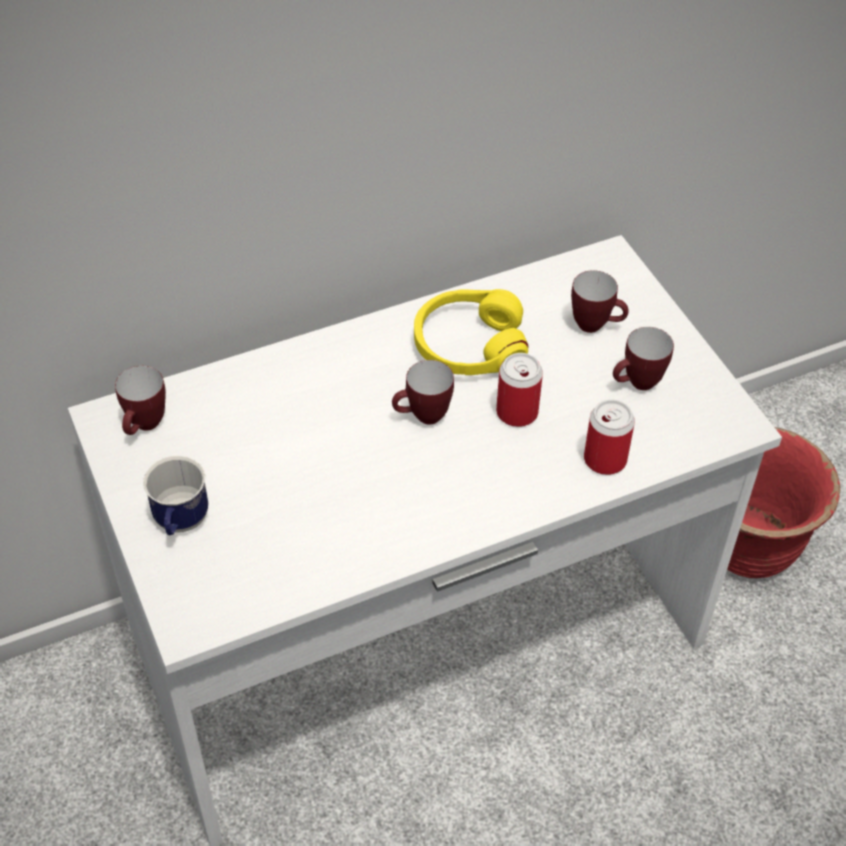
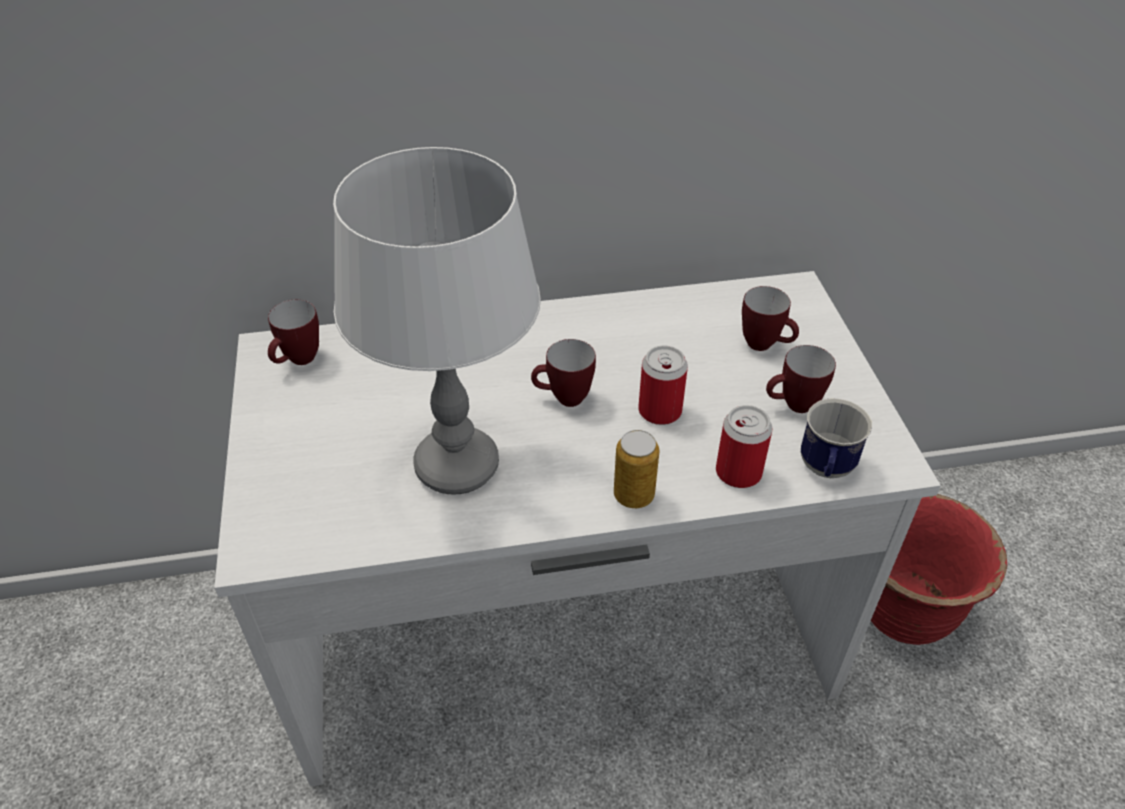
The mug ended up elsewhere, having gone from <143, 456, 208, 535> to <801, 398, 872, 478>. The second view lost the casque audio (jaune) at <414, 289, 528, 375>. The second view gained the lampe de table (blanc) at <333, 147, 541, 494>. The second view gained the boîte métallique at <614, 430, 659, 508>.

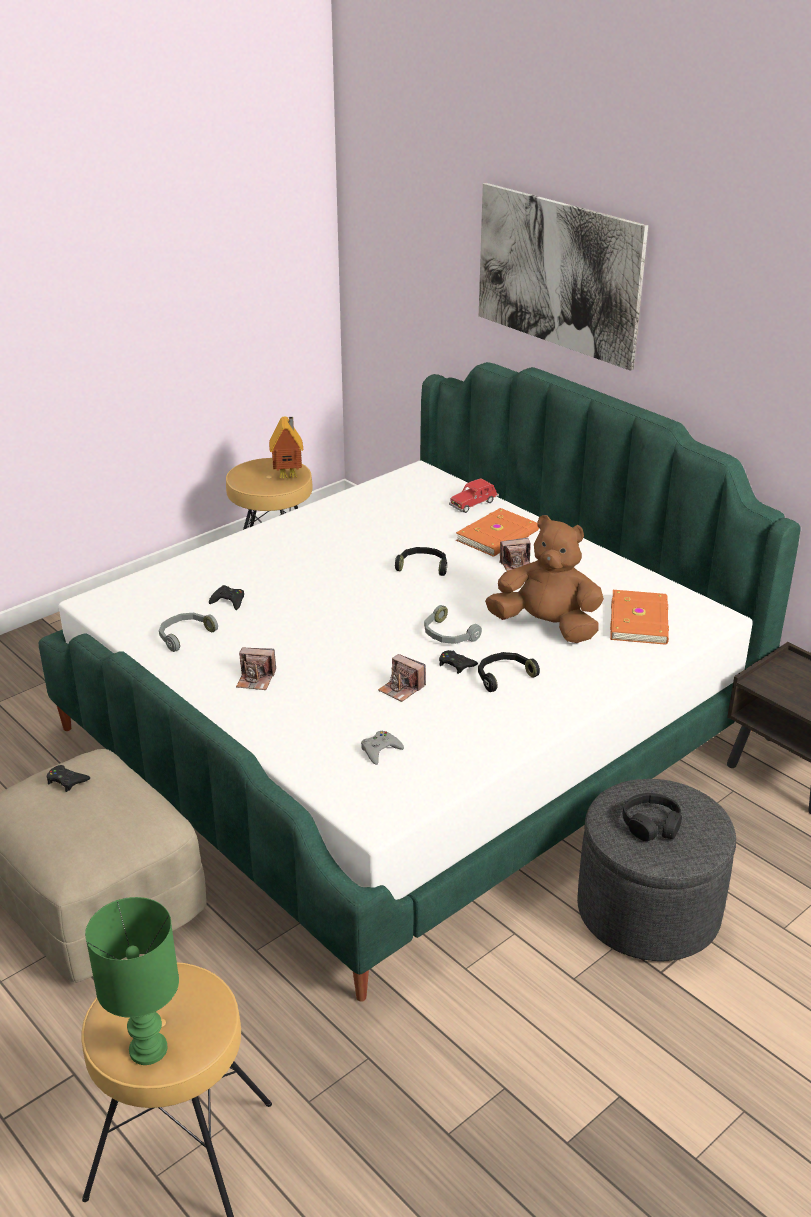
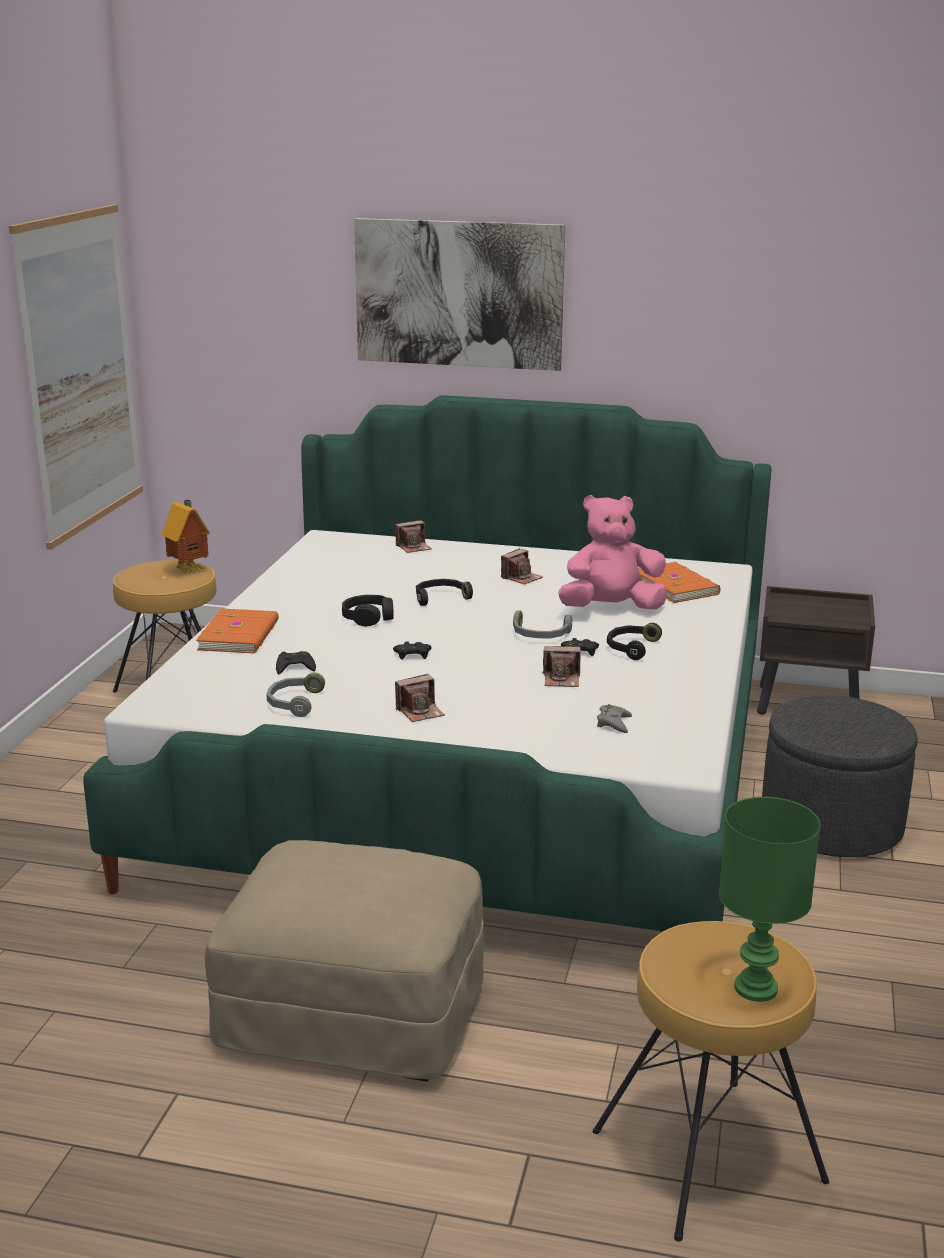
The manette (noir) ended up elsewhere, having gone from <46, 765, 90, 792> to <393, 641, 431, 660>. Where the petite voiture (rouge) stood at <449, 479, 499, 513>, the appareil photo came to stand at <395, 520, 432, 553>. The livre (orange) ended up elsewhere, having gone from <456, 508, 539, 557> to <196, 608, 279, 654>. What was the peluche (marron) at <485, 515, 604, 643> turned into the peluche (rose) at <558, 495, 668, 610>. The casque audio (noir) ended up elsewhere, having gone from <622, 793, 682, 841> to <342, 595, 394, 627>. The second view gained the tableau at <9, 205, 143, 550>.

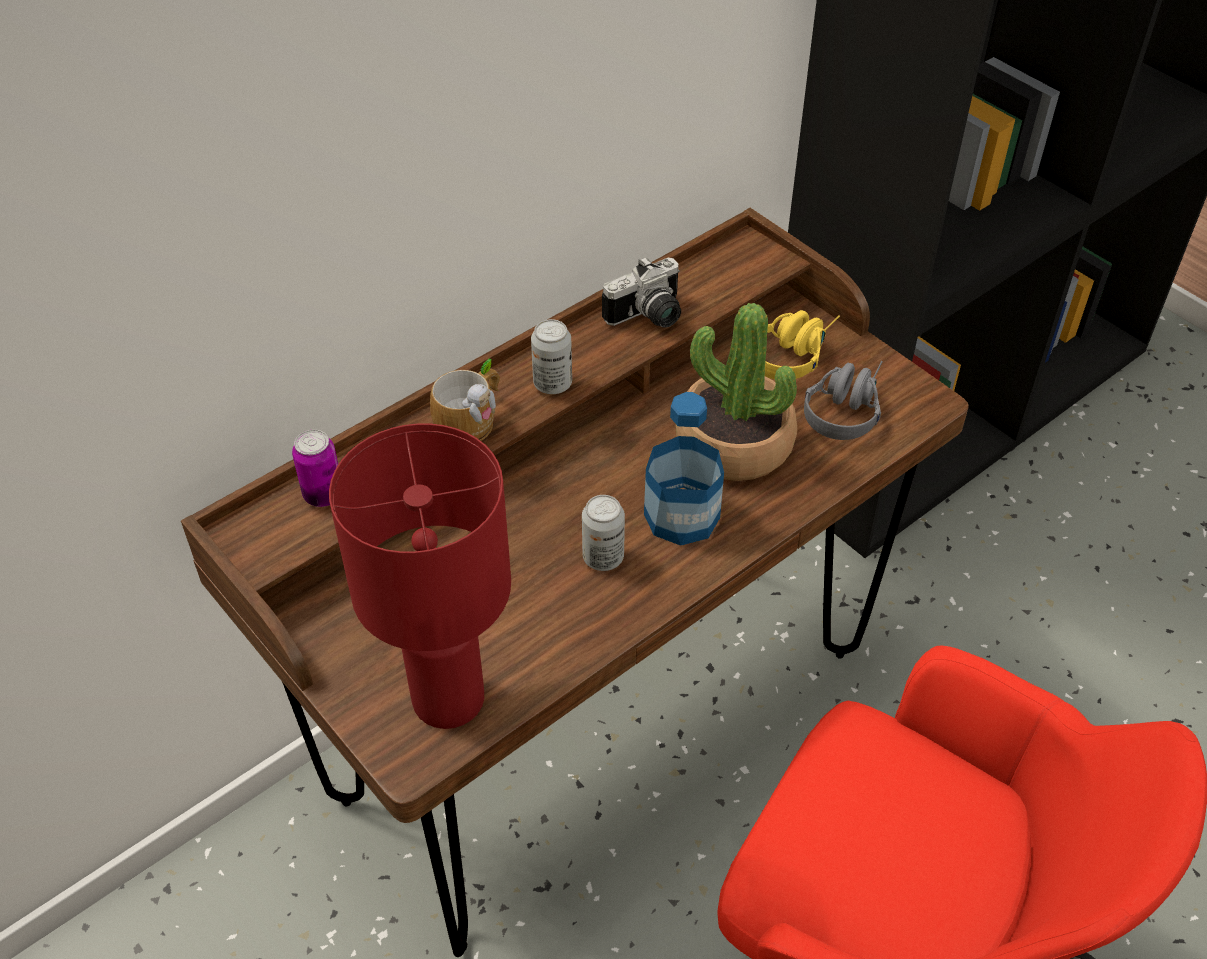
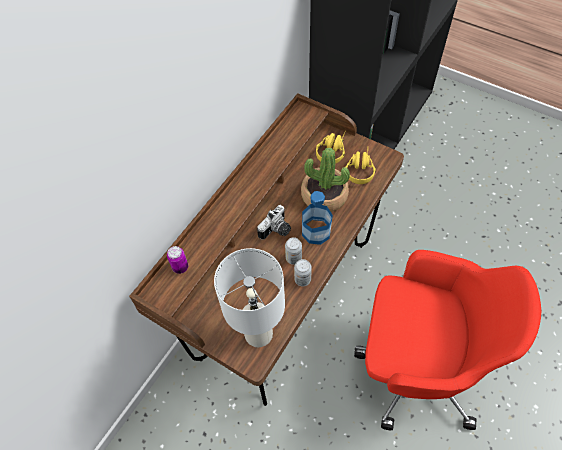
What was the lampe de table (rouge) at <329, 424, 511, 729> turned into the lampe de table (blanc) at <214, 248, 285, 347>. The second view lost the mug at <430, 359, 500, 441>. The boîte métallique ended up elsewhere, having gone from <531, 319, 572, 394> to <294, 259, 312, 286>. The appareil photo ended up elsewhere, having gone from <602, 257, 681, 328> to <257, 205, 291, 240>. What was the casque audio (gris) at <804, 361, 883, 440> turned into the casque audio (jaune) at <345, 150, 376, 184>.

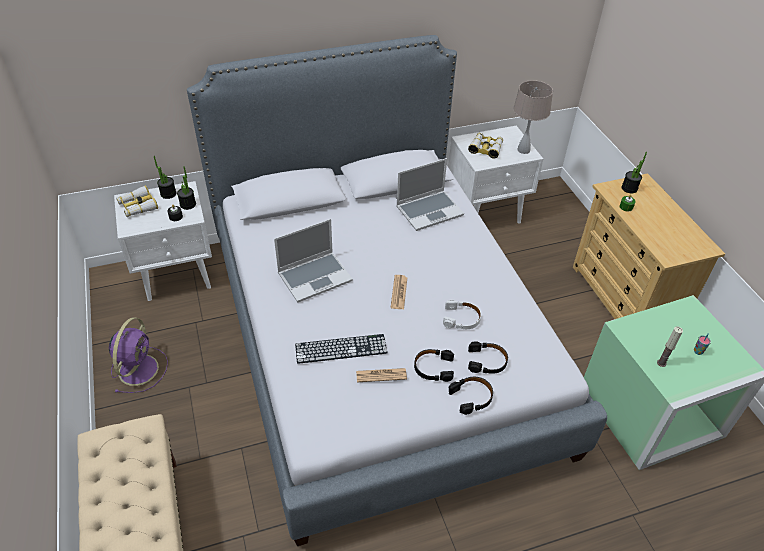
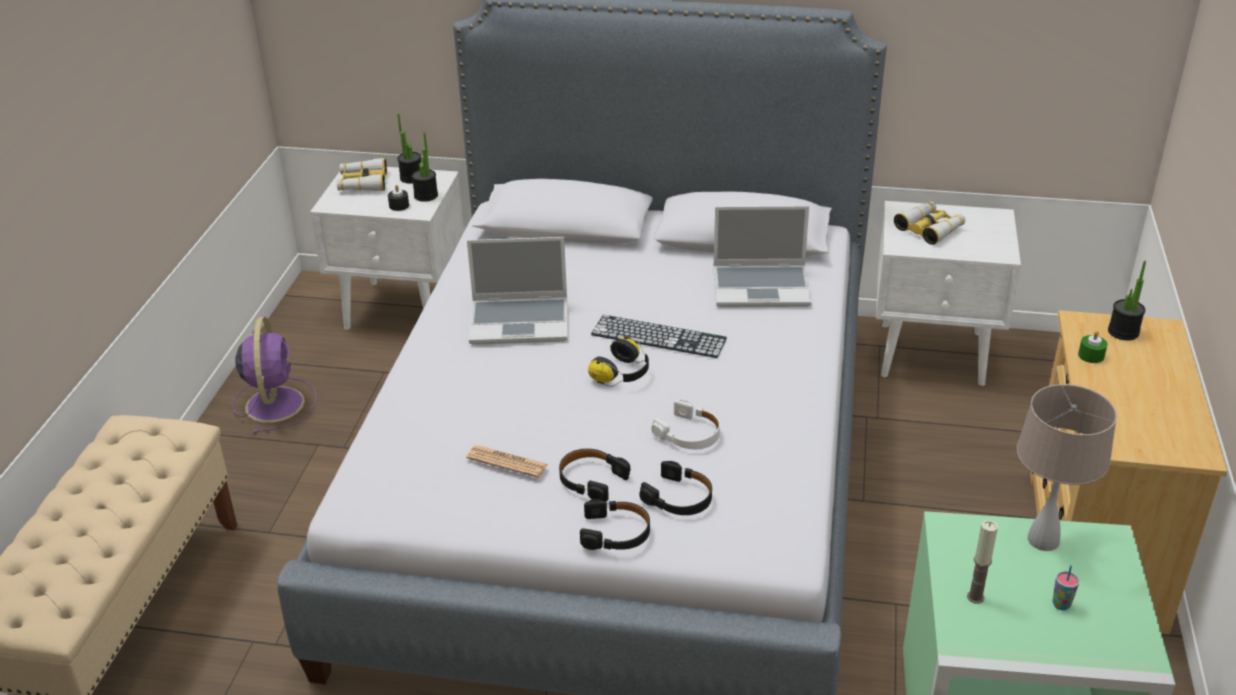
The ventilateur (violet) at <109, 317, 168, 393> ended up facing another way, 45 degrees counterclockwise from before. The clavier ended up elsewhere, having gone from <295, 334, 388, 364> to <591, 315, 727, 358>. Where the journal stood at <390, 275, 407, 309>, the casque audio came to stand at <588, 336, 649, 387>. The lampe de table (beige) ended up elsewhere, having gone from <513, 80, 553, 154> to <1017, 384, 1117, 551>.

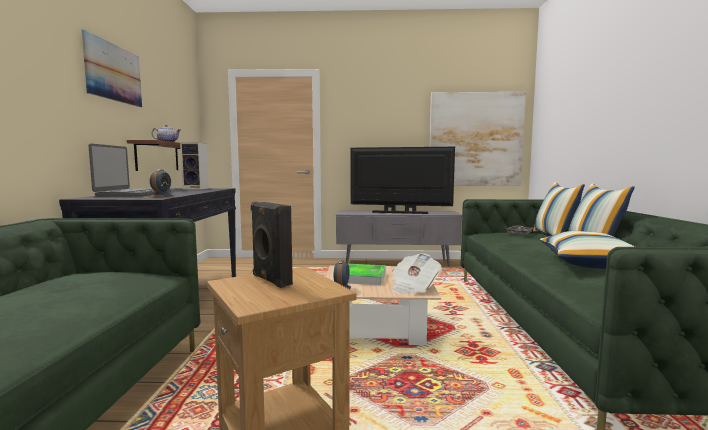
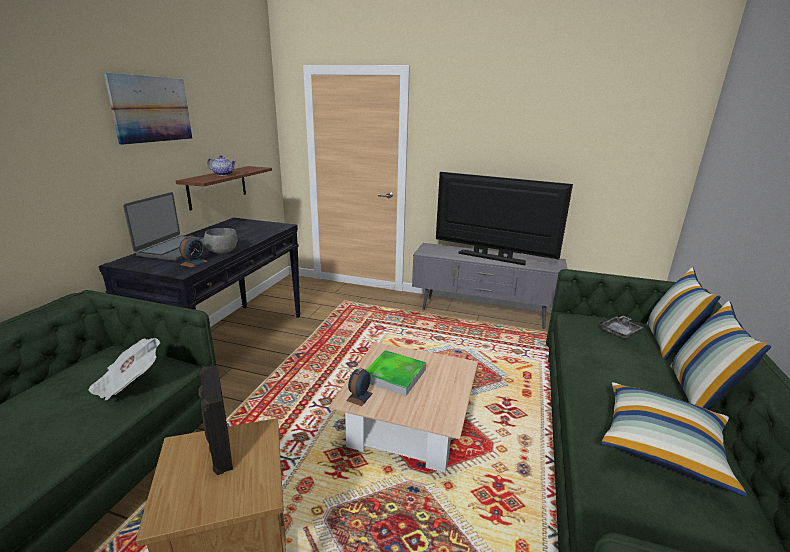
The second view lost the enceinte at <180, 143, 209, 190>. The journal ended up elsewhere, having gone from <391, 253, 442, 294> to <88, 338, 160, 401>. The second view lost the tableau at <430, 92, 526, 186>. The second view gained the bol (gris) at <204, 228, 237, 254>.

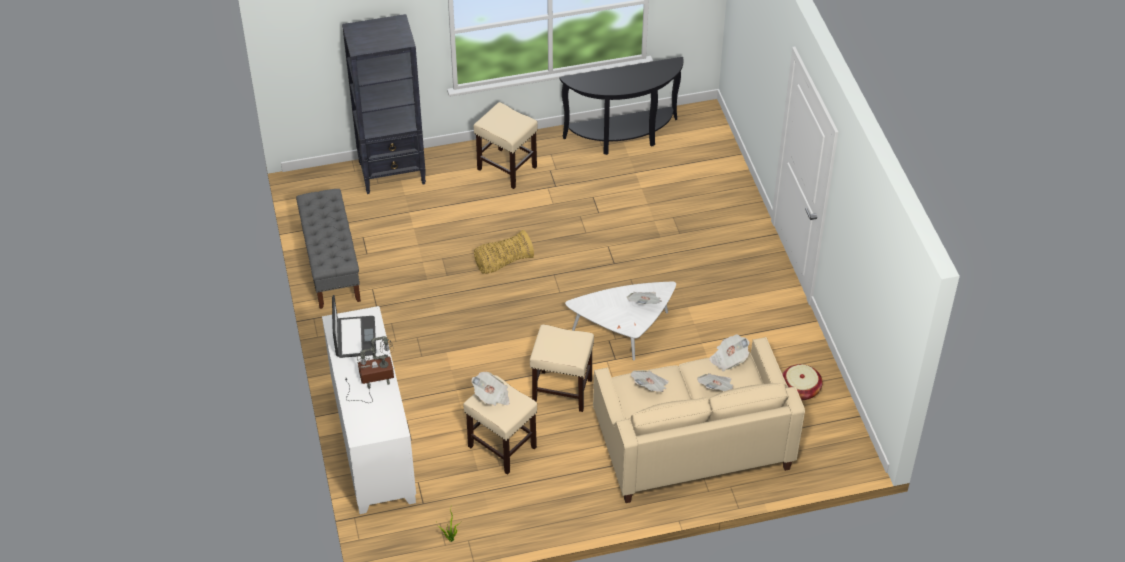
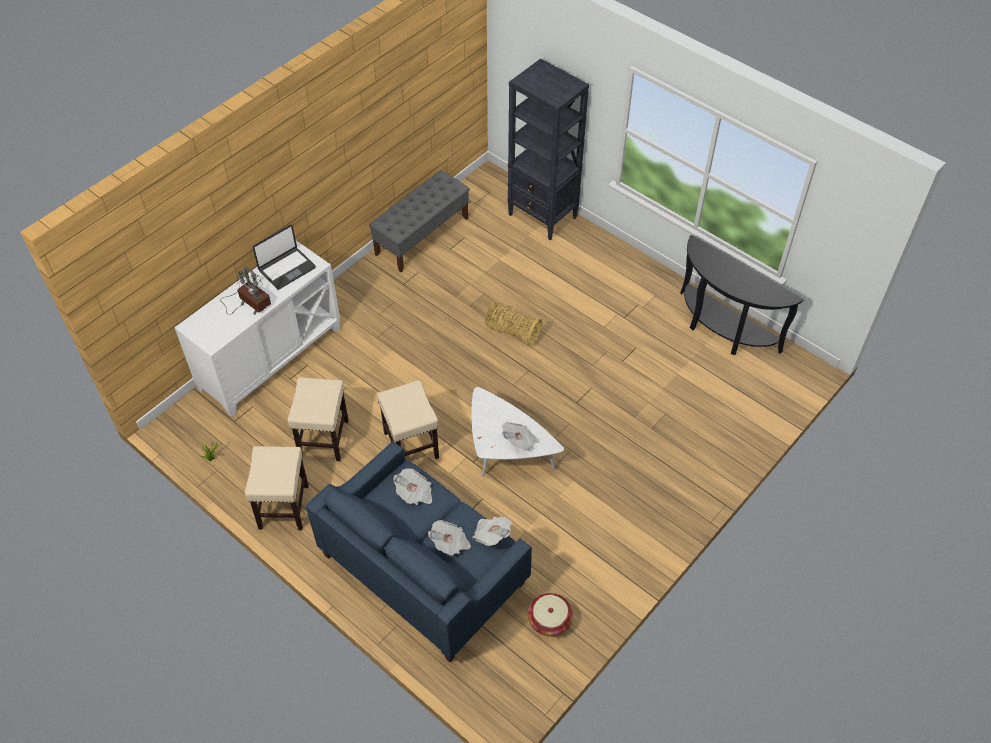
The second view lost the journal at <471, 372, 510, 406>. The tabouret (beige) ended up elsewhere, having gone from <474, 102, 538, 189> to <245, 446, 309, 530>. What was the canapé (beige) at <593, 337, 805, 503> turned into the canapé (bleu) at <306, 441, 532, 662>.

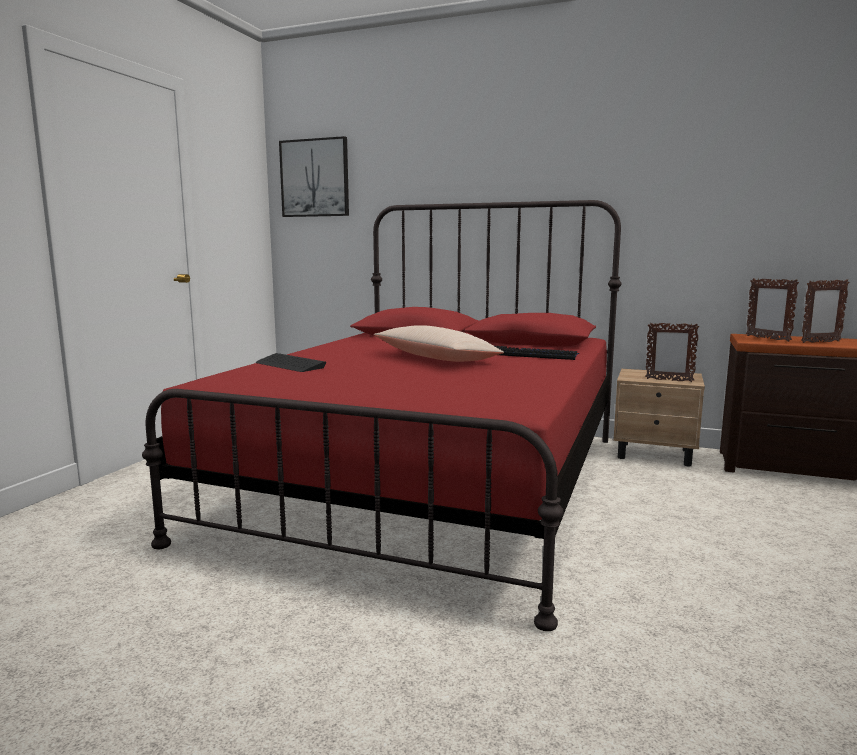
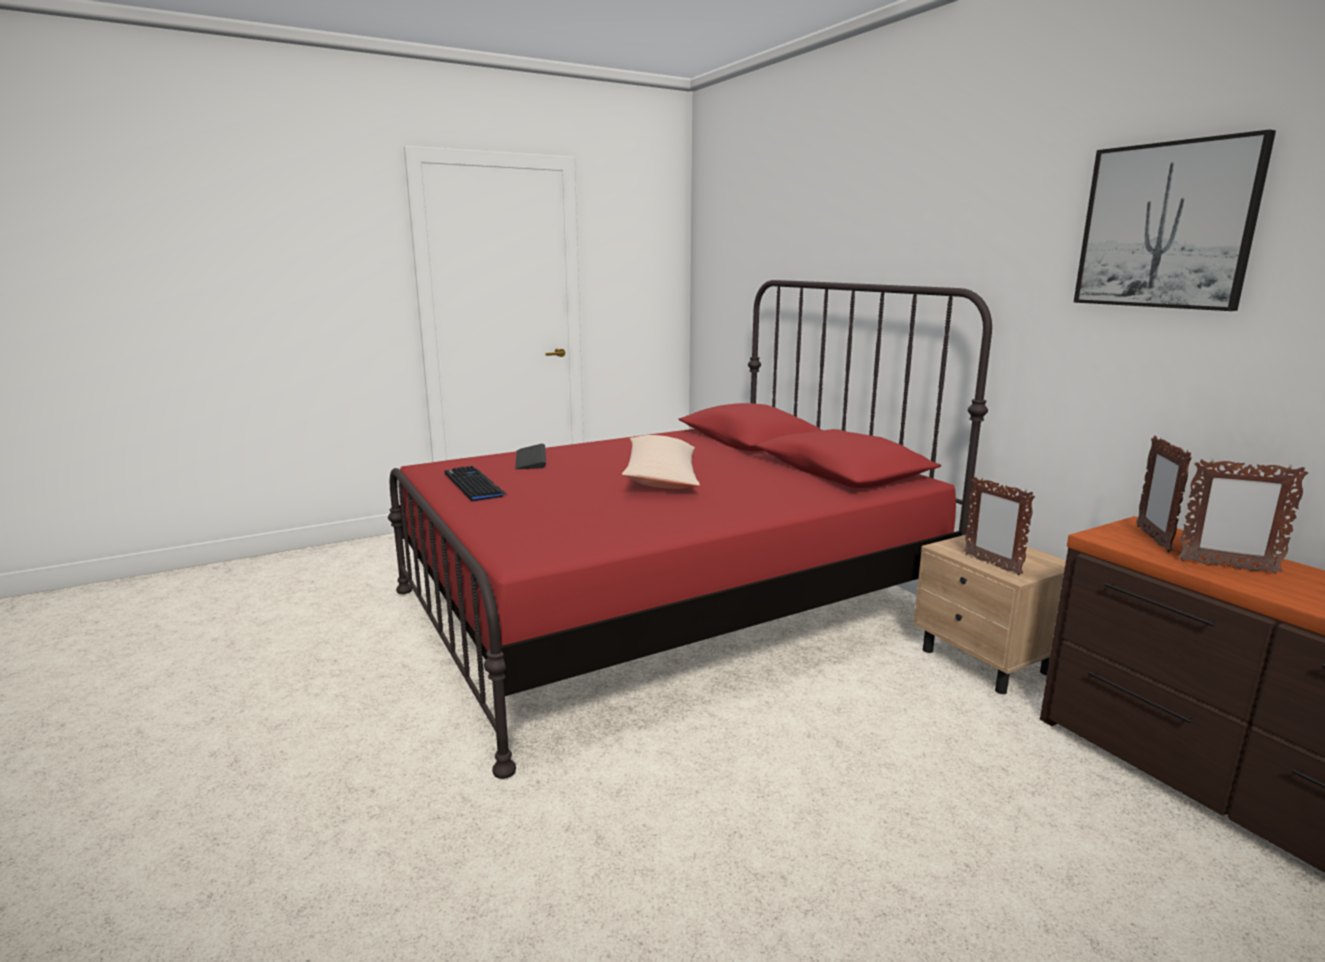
The tableau ended up elsewhere, having gone from <279, 136, 349, 217> to <1074, 129, 1276, 311>. The clavier ended up elsewhere, having gone from <495, 346, 579, 360> to <444, 466, 508, 501>.

